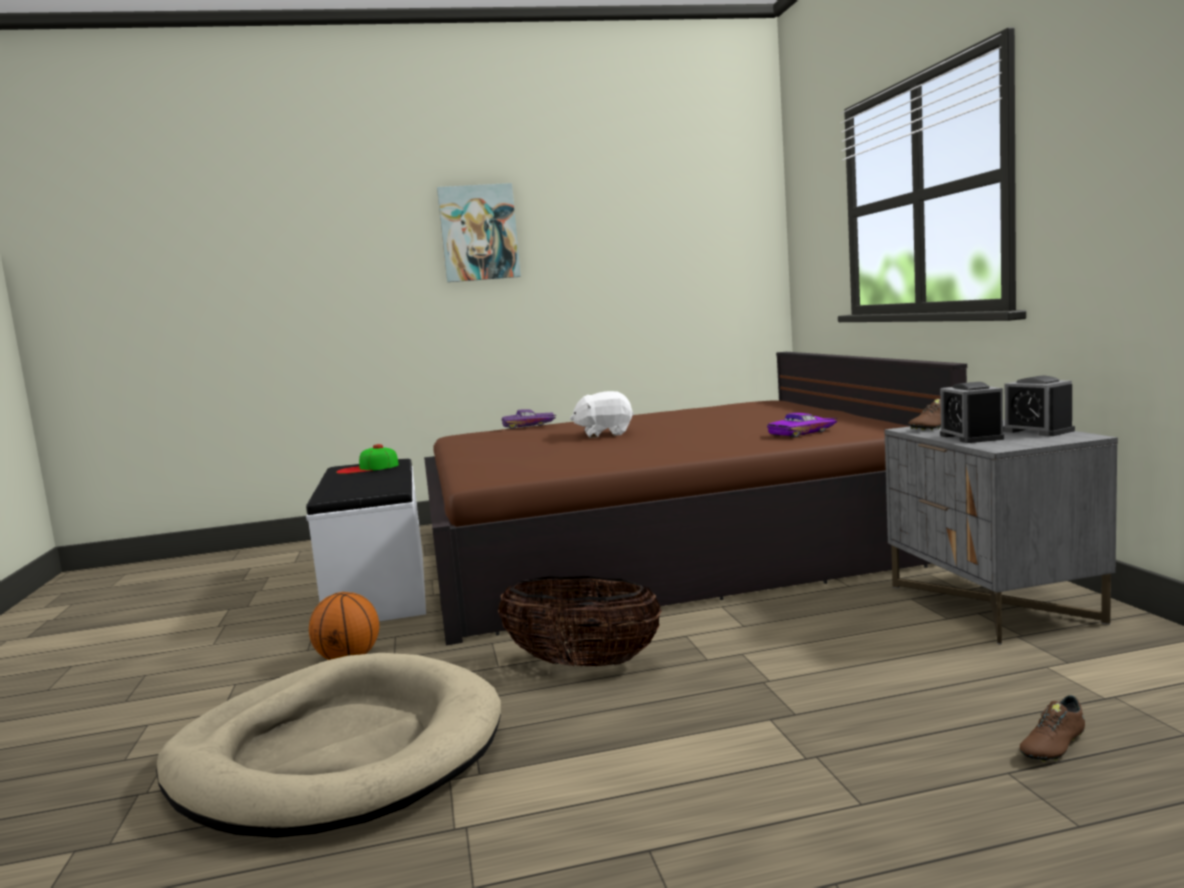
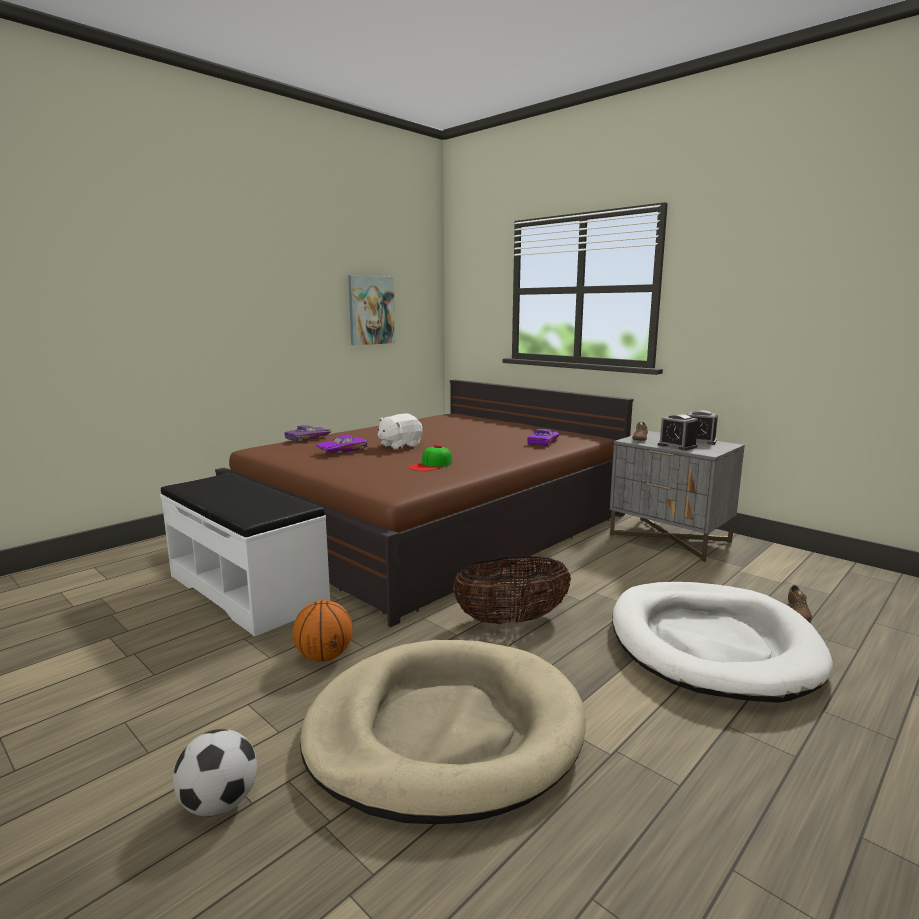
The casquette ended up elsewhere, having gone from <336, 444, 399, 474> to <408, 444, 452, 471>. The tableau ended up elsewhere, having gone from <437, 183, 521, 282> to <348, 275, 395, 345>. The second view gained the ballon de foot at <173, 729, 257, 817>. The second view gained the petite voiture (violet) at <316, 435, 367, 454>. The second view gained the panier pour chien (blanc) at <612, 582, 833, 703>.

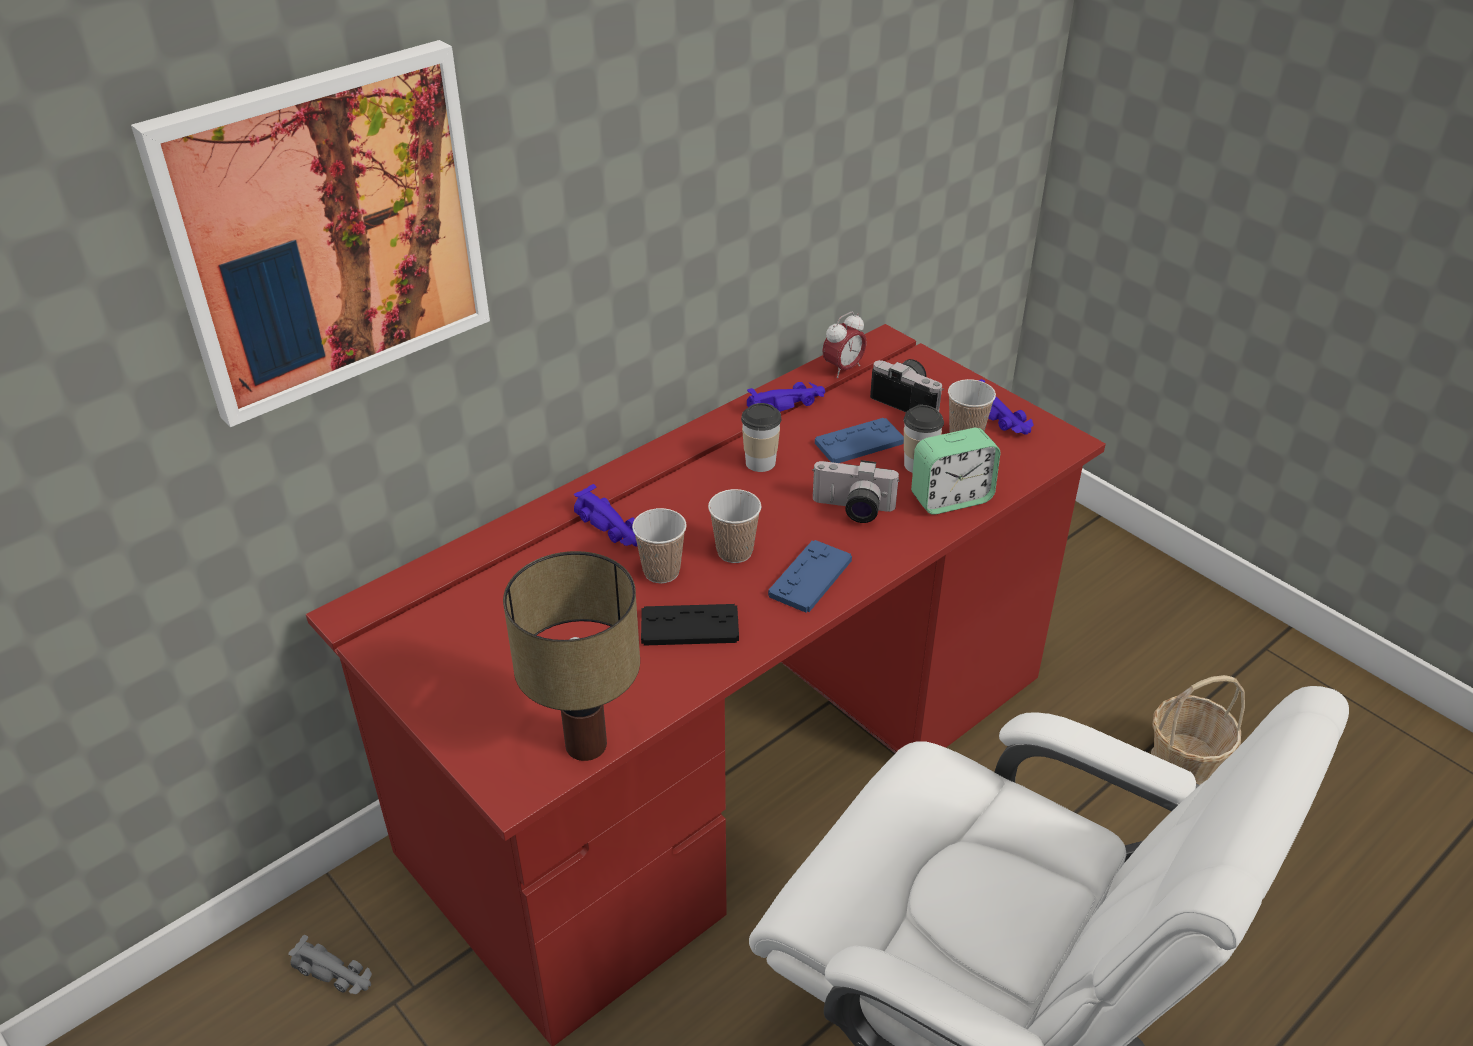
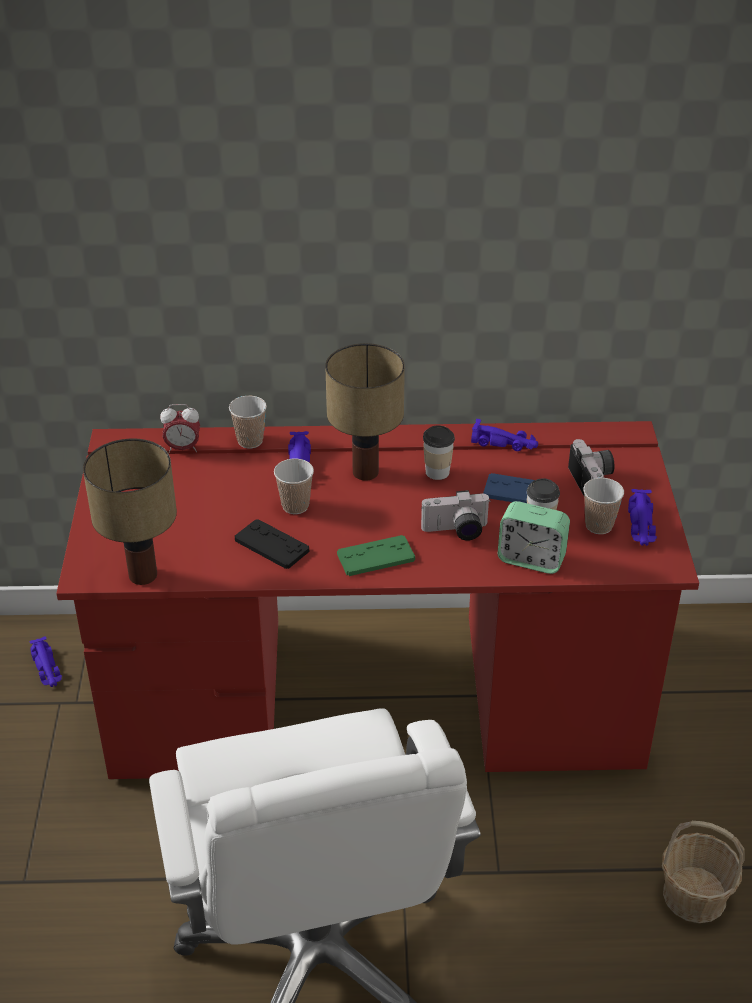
The second view lost the tableau at <131, 40, 490, 427>. What was the petite voiture (gris) at <288, 935, 372, 994> turned into the petite voiture (violet) at <29, 636, 62, 687>. The tasse ended up elsewhere, having gone from <708, 489, 762, 563> to <229, 396, 267, 448>. What was the manette (bleu) at <768, 540, 852, 613> turned into the manette (vert) at <337, 535, 415, 576>. The appareil photo at <812, 460, 900, 523> ended up facing another way, 60 degrees counterclockwise from before. The réveil ended up elsewhere, having gone from <822, 312, 867, 378> to <160, 404, 200, 453>. The second view gained the lampe de table at <325, 343, 405, 481>.

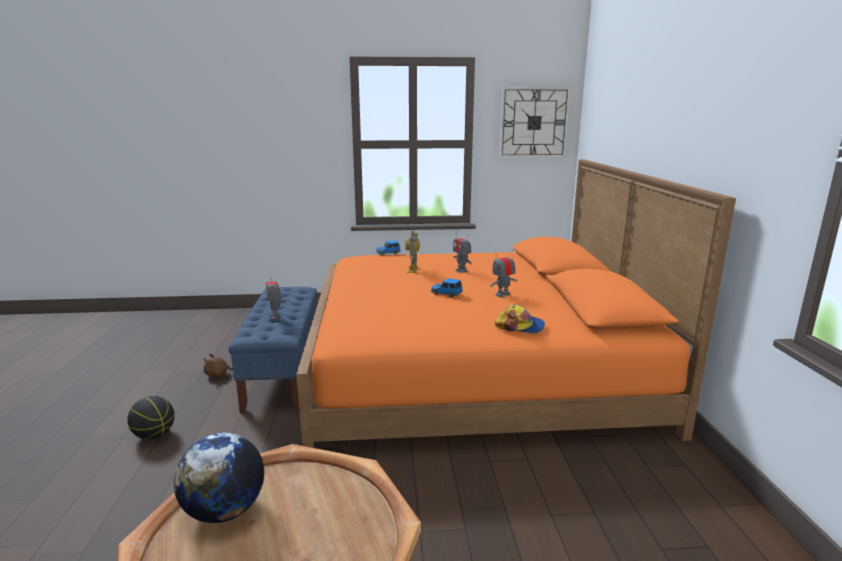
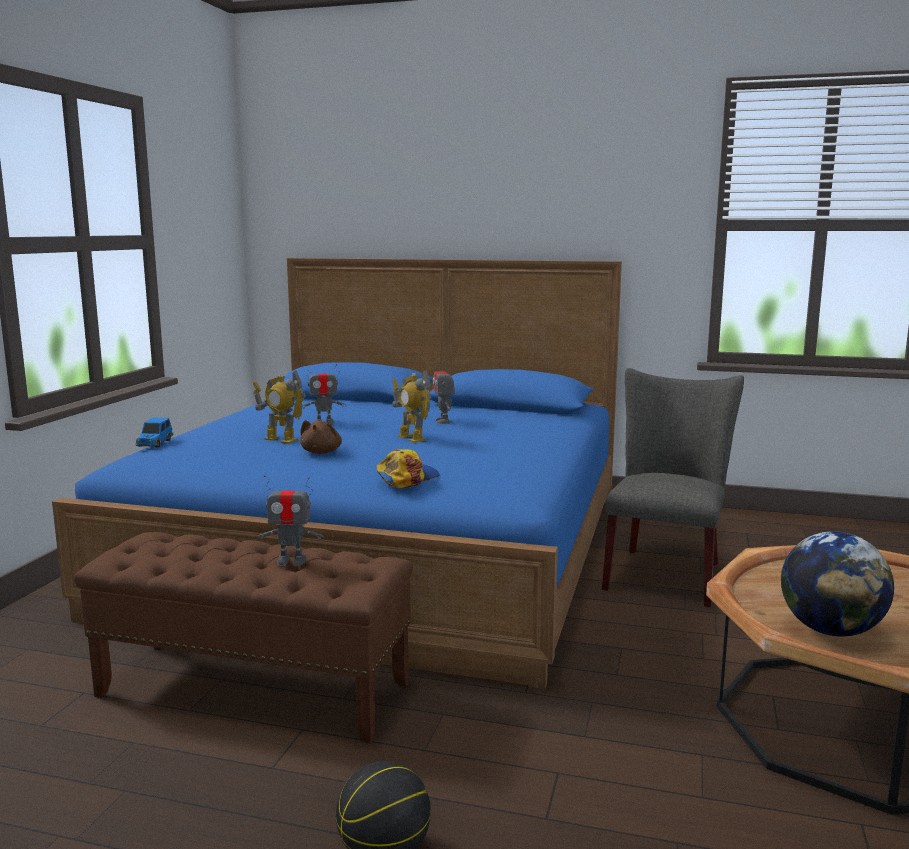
The peluche (marron) ended up elsewhere, having gone from <203, 354, 233, 378> to <300, 420, 342, 454>. What was the banc (bleu) at <228, 287, 317, 413> turned into the banc (marron) at <74, 532, 413, 744>. What was the lit (orange) at <296, 159, 736, 448> turned into the lit (bleu) at <52, 258, 622, 689>. Where the petite voiture stood at <431, 278, 463, 297>, the robot jouet came to stand at <392, 370, 432, 443>. The casquette ended up elsewhere, having gone from <495, 305, 545, 333> to <377, 449, 440, 488>. The second view lost the horloge murale at <499, 87, 571, 158>. The second view gained the chaise (gris) at <602, 368, 744, 607>.

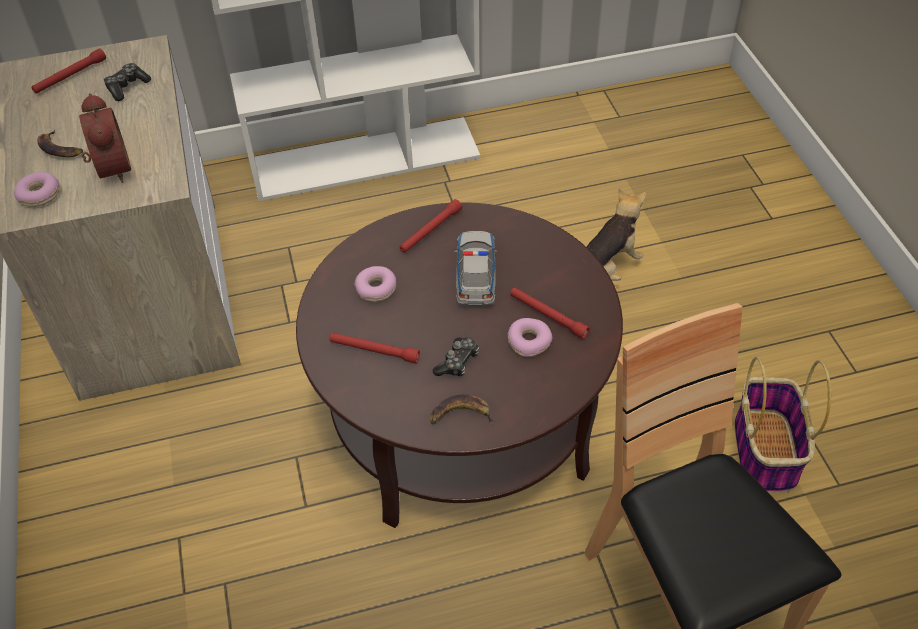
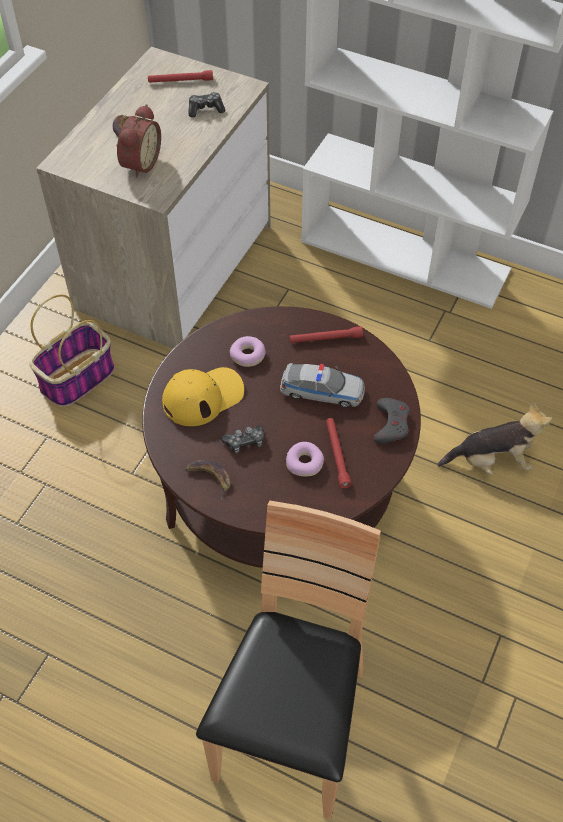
The second view lost the beignet at <14, 172, 60, 207>. Where the lampe de poche (rouge) stood at <330, 333, 420, 364>, the casquette (jaune) came to stand at <162, 367, 244, 426>. The petite voiture at <454, 231, 498, 307> ended up facing another way, 60 degrees clockwise from before. The panier ended up elsewhere, having gone from <735, 356, 831, 493> to <29, 294, 115, 407>. The second view gained the manette (gris) at <374, 398, 410, 444>.

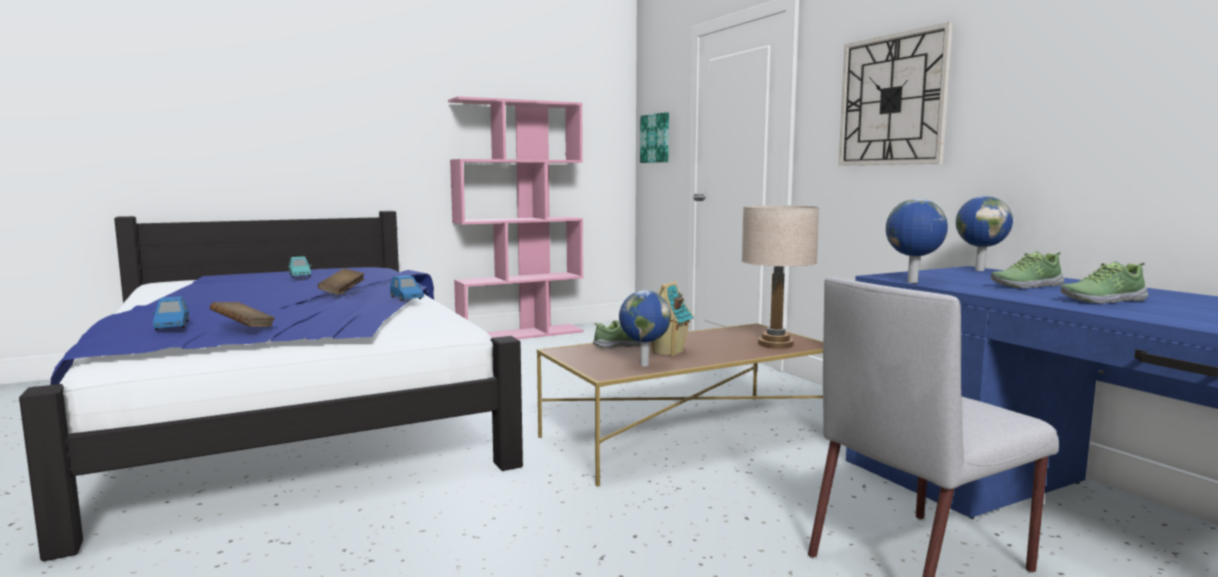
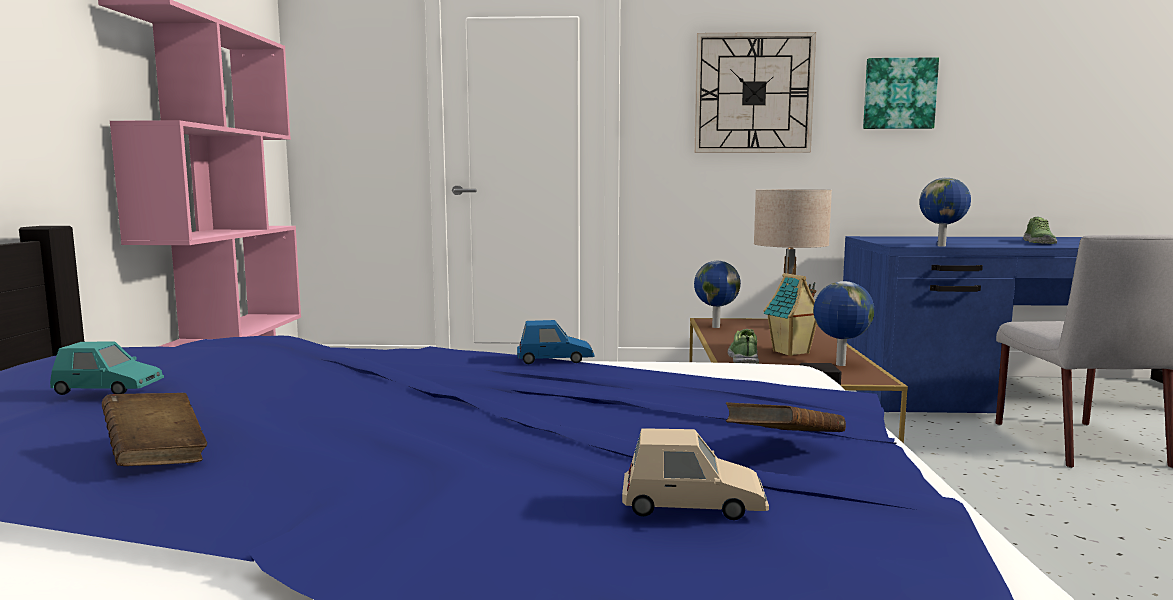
What was the petite voiture (bleu) at <151, 296, 189, 330> turned into the petite voiture (beige) at <622, 428, 769, 520>. The livre (marron) ended up elsewhere, having gone from <318, 268, 364, 295> to <102, 393, 207, 466>. The tableau ended up elsewhere, having gone from <640, 112, 669, 163> to <863, 57, 939, 129>. The globe ended up elsewhere, having gone from <956, 196, 1013, 271> to <694, 261, 741, 328>. The second view lost the chaussure at <991, 251, 1064, 289>.

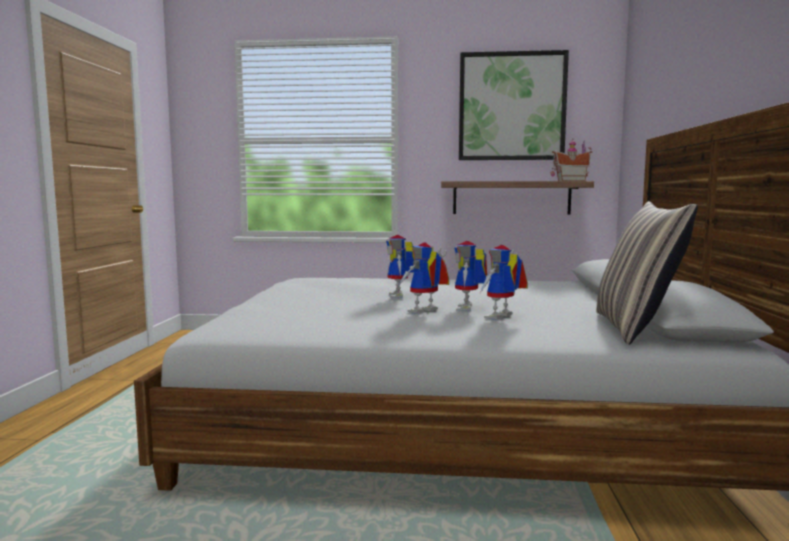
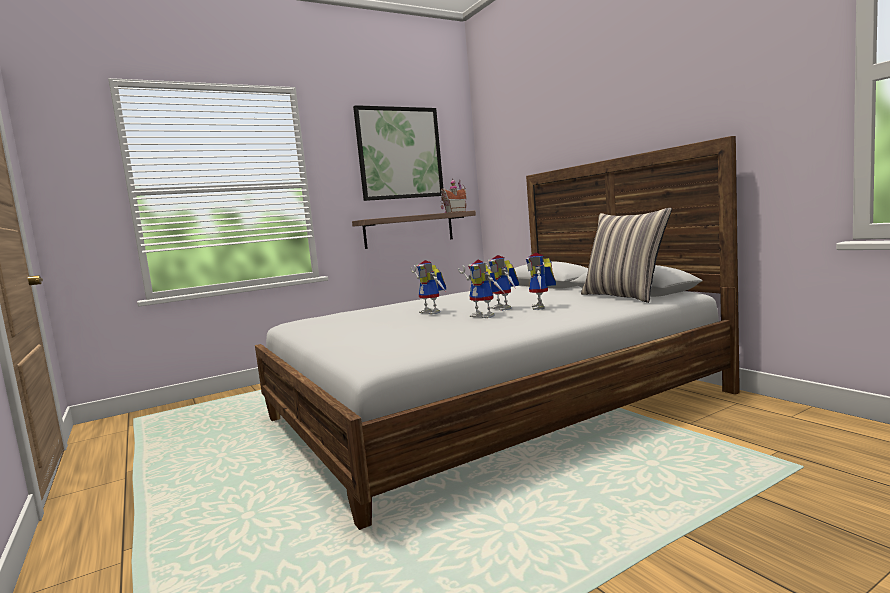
The robot jouet at <397, 242, 449, 314> ended up facing another way, 60 degrees counterclockwise from before.

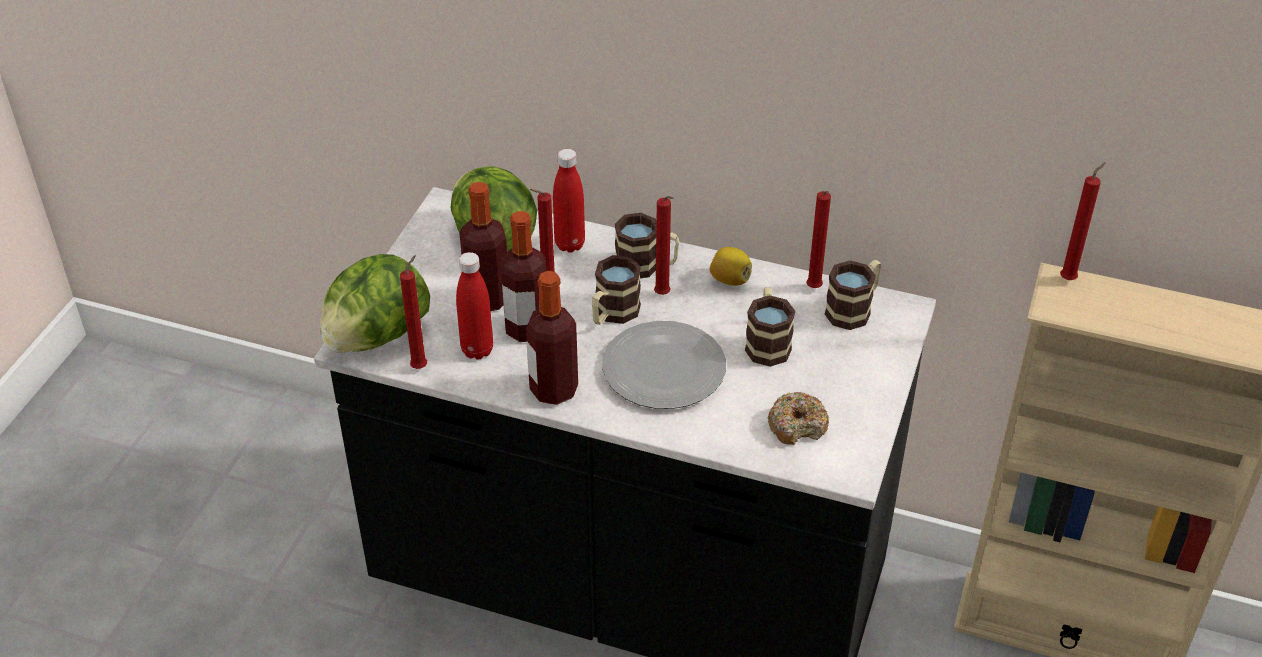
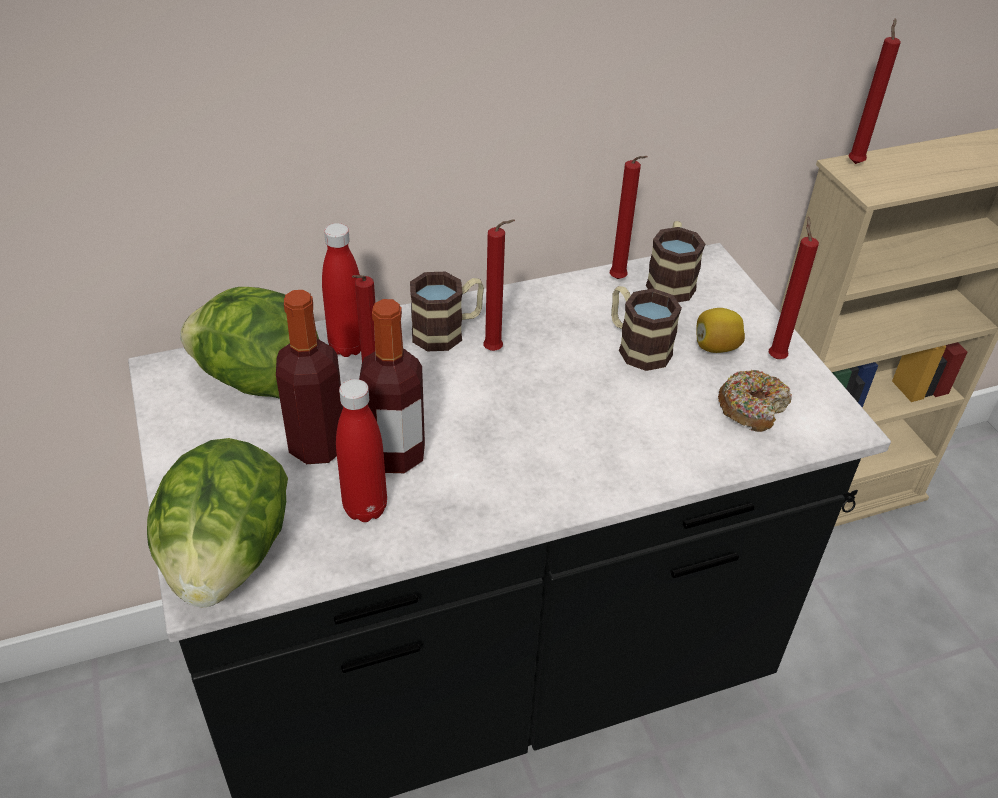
The bougie (rouge) ended up elsewhere, having gone from <400, 255, 427, 369> to <769, 216, 819, 359>. The second view lost the bouteille at <526, 271, 578, 405>. The second view lost the mug at <592, 255, 641, 325>. The second view lost the assiette at <602, 321, 726, 409>. The citron ended up elsewhere, having gone from <709, 247, 752, 286> to <697, 308, 745, 353>.

